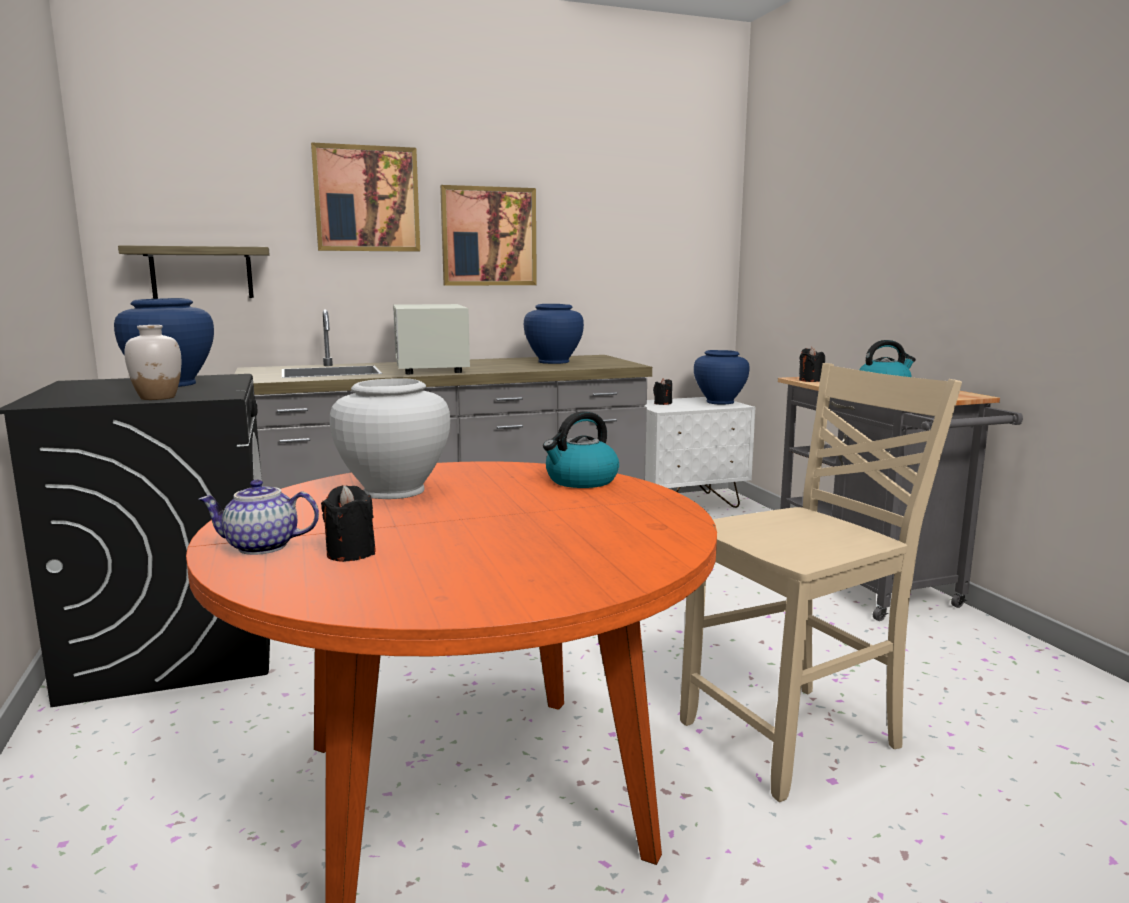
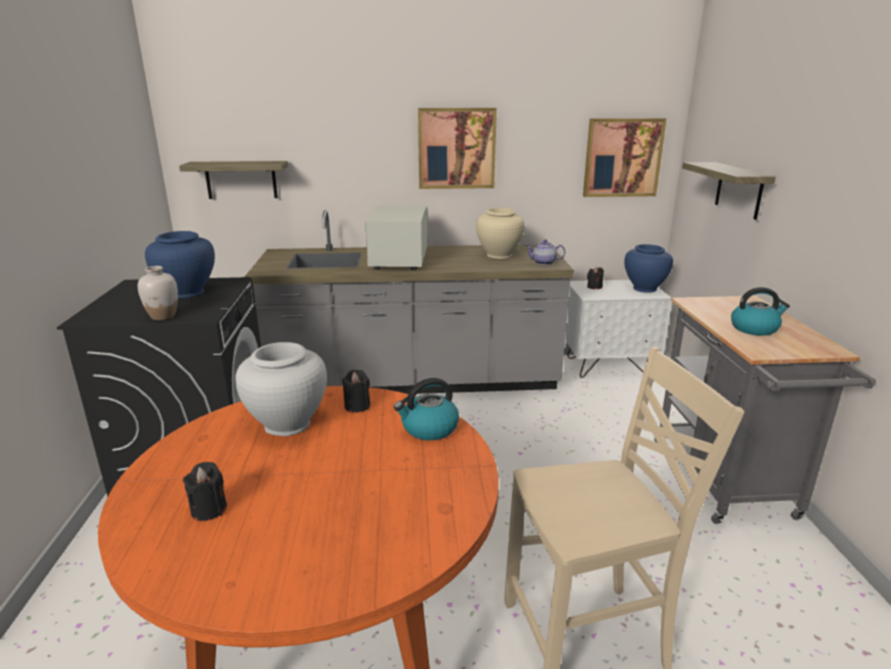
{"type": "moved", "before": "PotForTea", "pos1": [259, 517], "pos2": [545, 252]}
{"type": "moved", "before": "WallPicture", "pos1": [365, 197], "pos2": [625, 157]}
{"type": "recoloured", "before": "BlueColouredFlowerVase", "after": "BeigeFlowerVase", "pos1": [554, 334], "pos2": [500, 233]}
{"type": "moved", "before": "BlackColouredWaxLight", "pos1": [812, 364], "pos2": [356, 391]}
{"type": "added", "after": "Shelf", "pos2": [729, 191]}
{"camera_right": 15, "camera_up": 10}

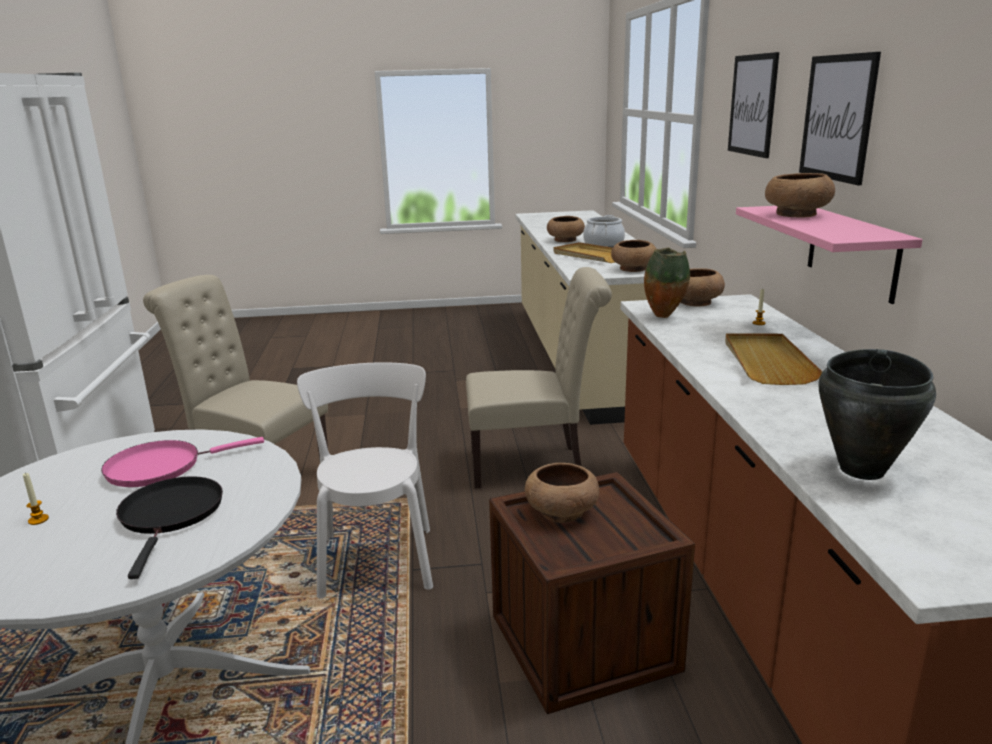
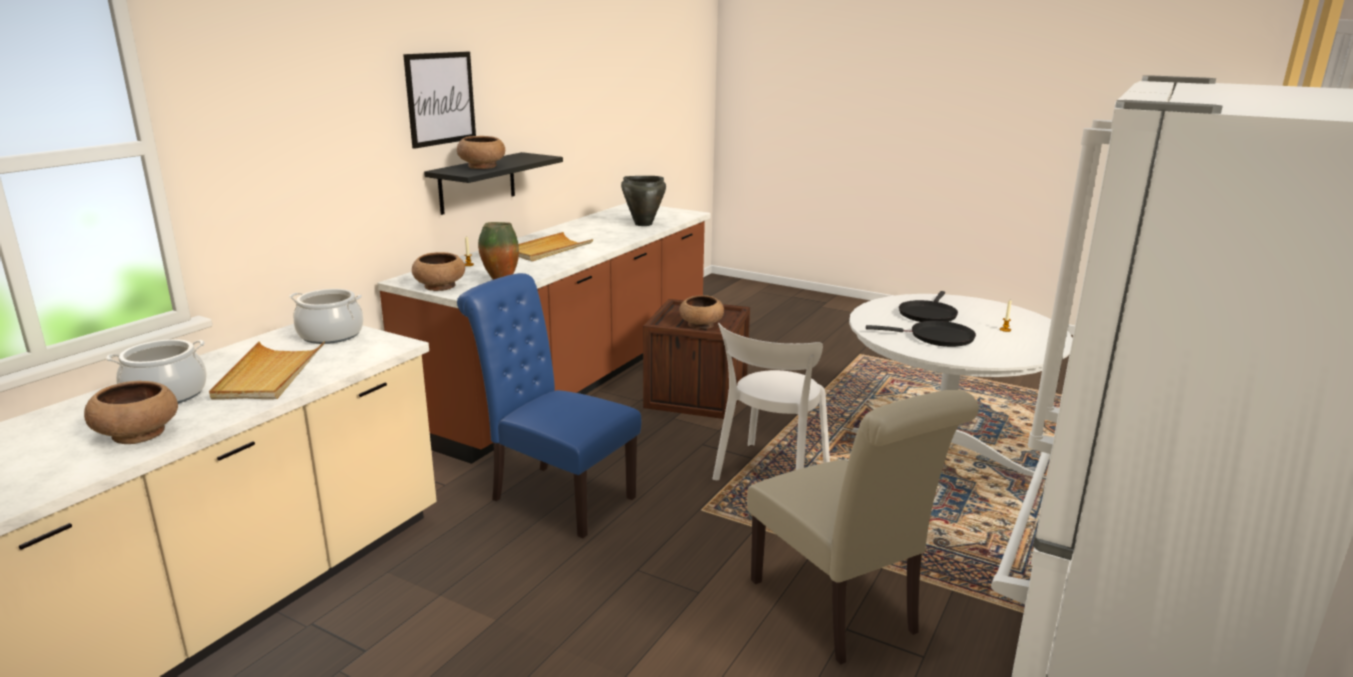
{"type": "recoloured", "before": "PinkSkillet", "after": "BlackColouredSkillet", "pos1": [182, 462], "pos2": [921, 334]}
{"type": "recoloured", "before": "BeigeUprightChair", "after": "BlueColouredUprightChair", "pos1": [539, 377], "pos2": [549, 405]}
{"type": "replaced", "before": "BrownishBowl", "after": "CookingPot", "pos1": [633, 256], "pos2": [326, 316]}
{"type": "removed", "before": "WallPicture", "pos1": [753, 105]}
{"type": "recoloured", "before": "PinkShelf", "after": "BlackColouredShelf", "pos1": [829, 255], "pos2": [493, 183]}
{"camera_right": -145, "camera_up": 0}

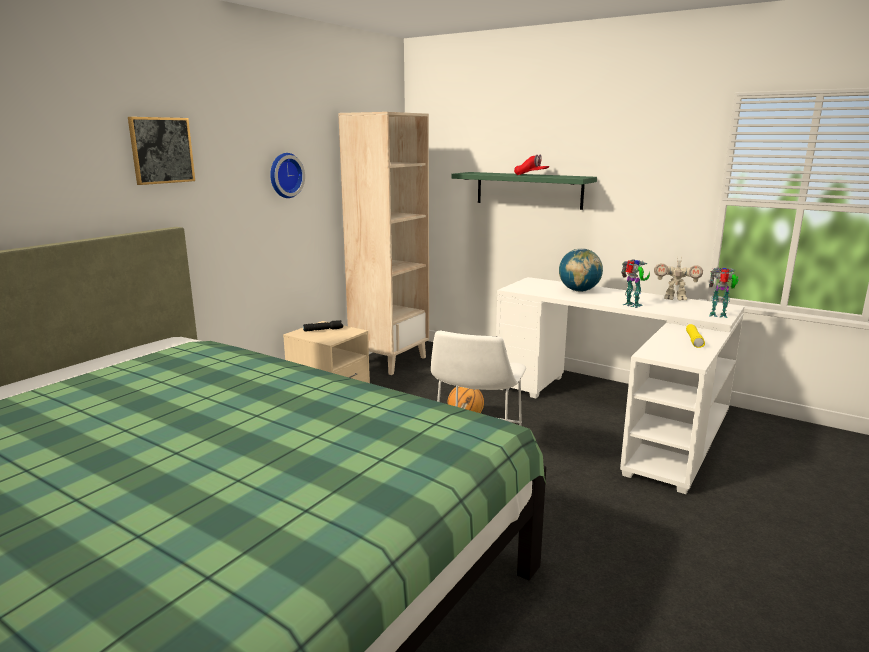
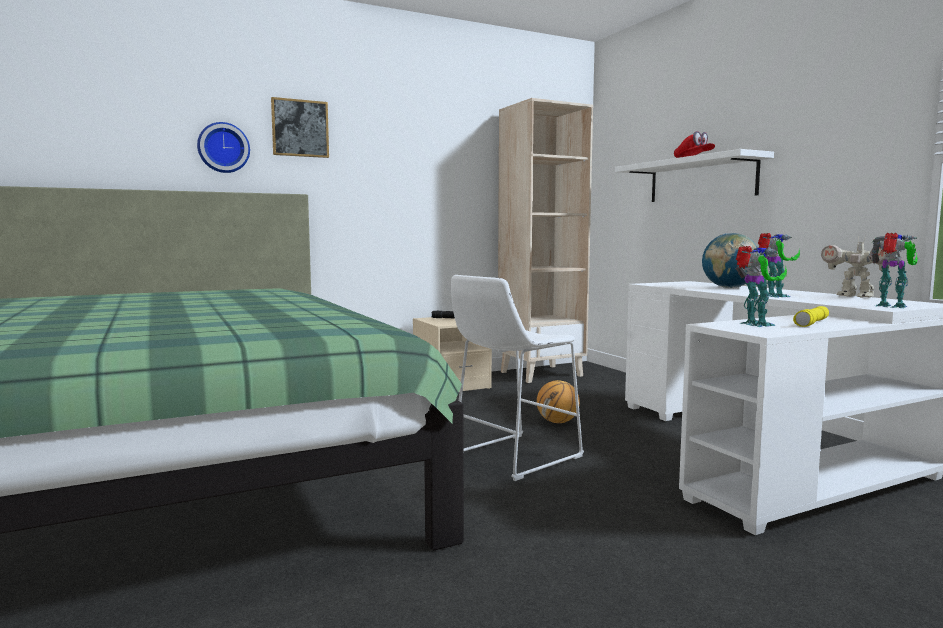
{"type": "moved", "before": "WallClock", "pos1": [287, 175], "pos2": [223, 147]}
{"type": "recoloured", "before": "GreenShelf", "after": "WhiteColouredShelf", "pos1": [524, 191], "pos2": [694, 175]}
{"type": "added", "after": "RobotFigure", "pos2": [761, 286]}
{"camera_right": 30, "camera_up": -10}

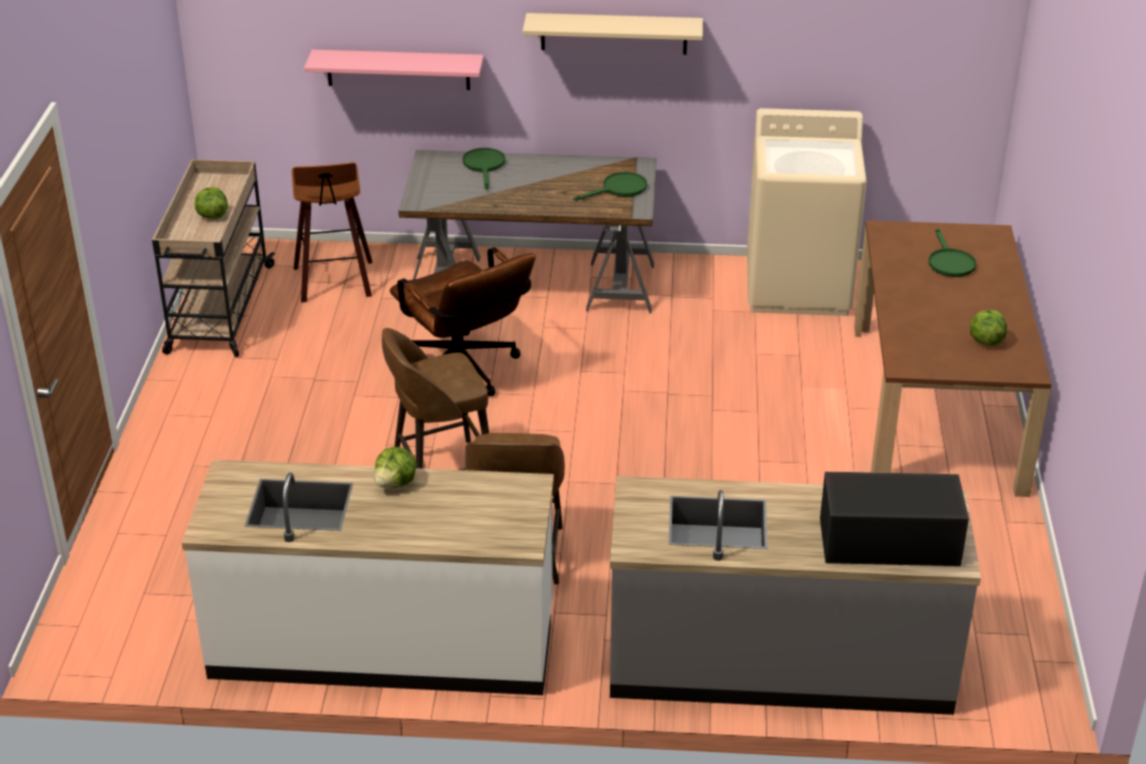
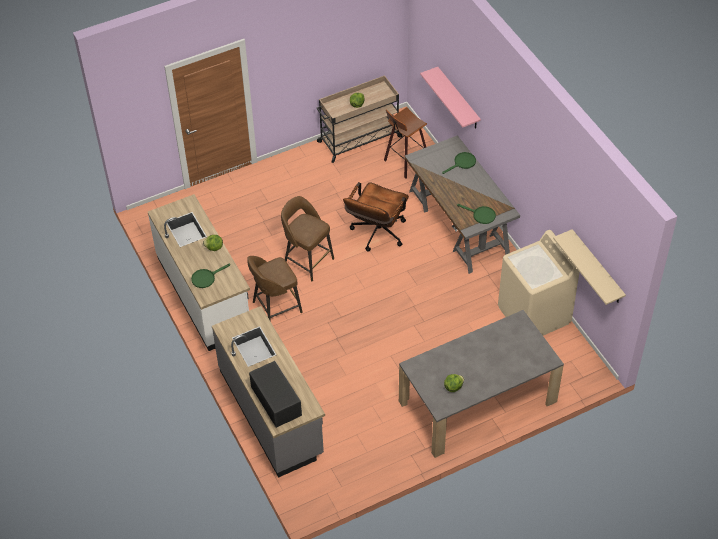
{"type": "moved", "before": "BeigeShelf", "pos1": [613, 34], "pos2": [589, 267]}
{"type": "recoloured", "before": "BrownishDiningTable", "after": "GreyDiningTable", "pos1": [953, 358], "pos2": [481, 384]}
{"type": "moved", "before": "GreenSkillet", "pos1": [952, 252], "pos2": [210, 276]}
{"camera_right": 60, "camera_up": 15}

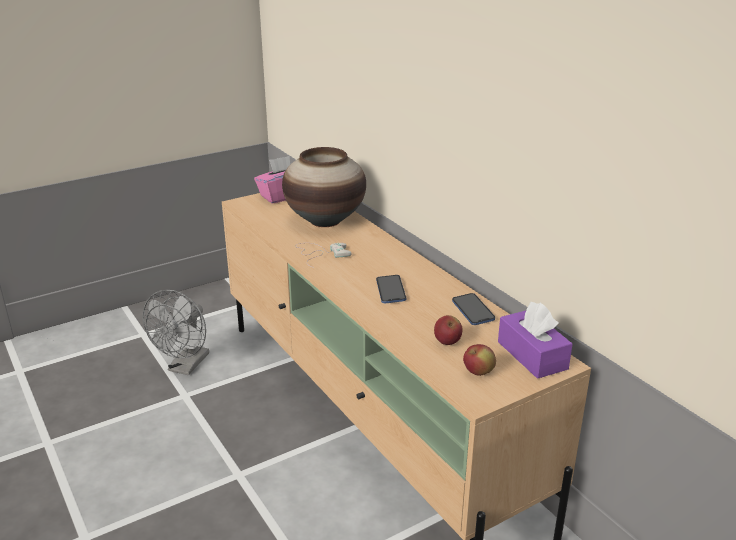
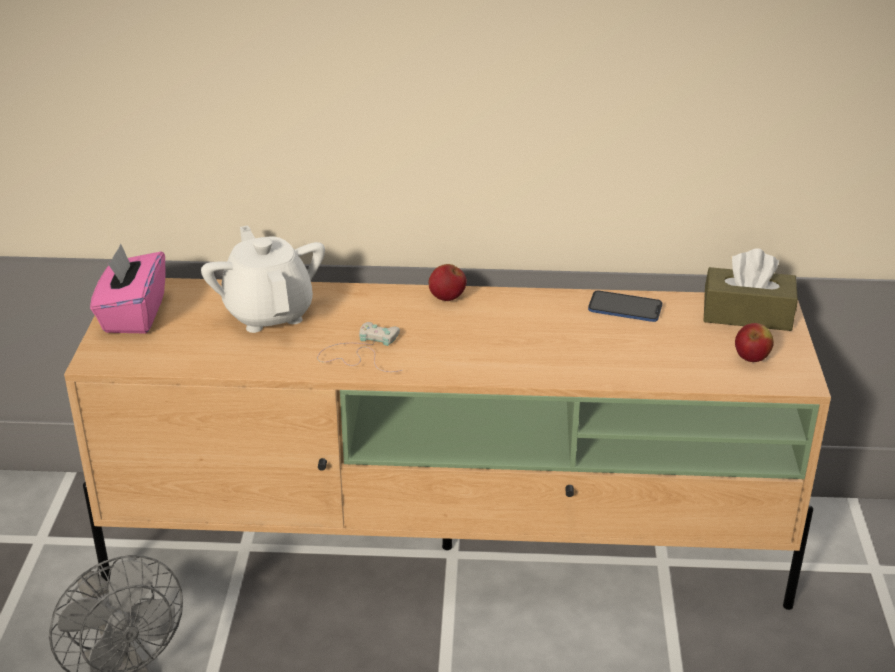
{"type": "replaced", "before": "FlowerVase", "after": "WhiteColouredPotForTea", "pos1": [324, 187], "pos2": [263, 279]}
{"type": "removed", "before": "Phone", "pos1": [391, 289]}
{"type": "moved", "before": "Apple", "pos1": [448, 330], "pos2": [448, 282]}
{"type": "recoloured", "before": "PurpleColouredTissueBox", "after": "BrownishTissueBox", "pos1": [535, 340], "pos2": [751, 289]}
{"camera_right": -55, "camera_up": 5}

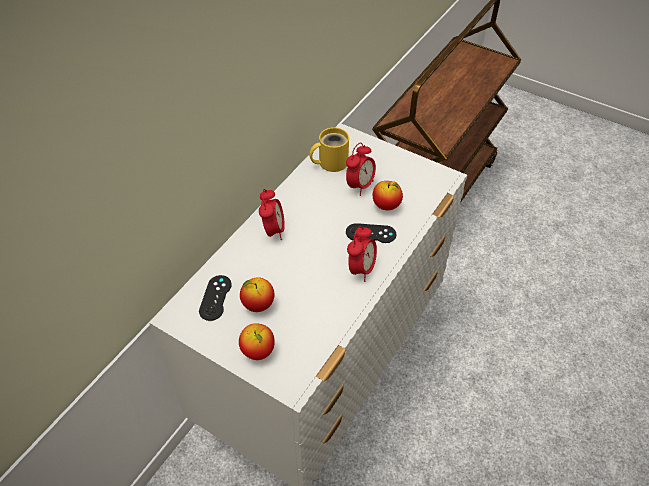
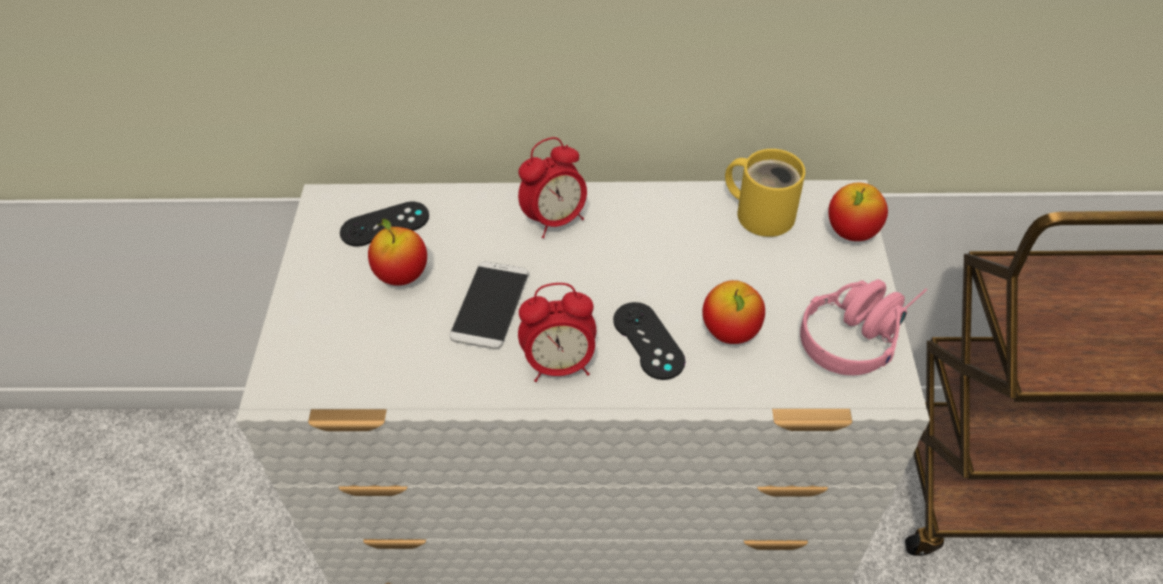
{"type": "moved", "before": "Apple", "pos1": [257, 341], "pos2": [858, 212]}
{"type": "removed", "before": "AlarmClock", "pos1": [361, 169]}
{"type": "added", "after": "Phone", "pos2": [489, 305]}
{"type": "added", "after": "PinkPairOfHeadphones", "pos2": [863, 327]}
{"camera_right": 60, "camera_up": 0}

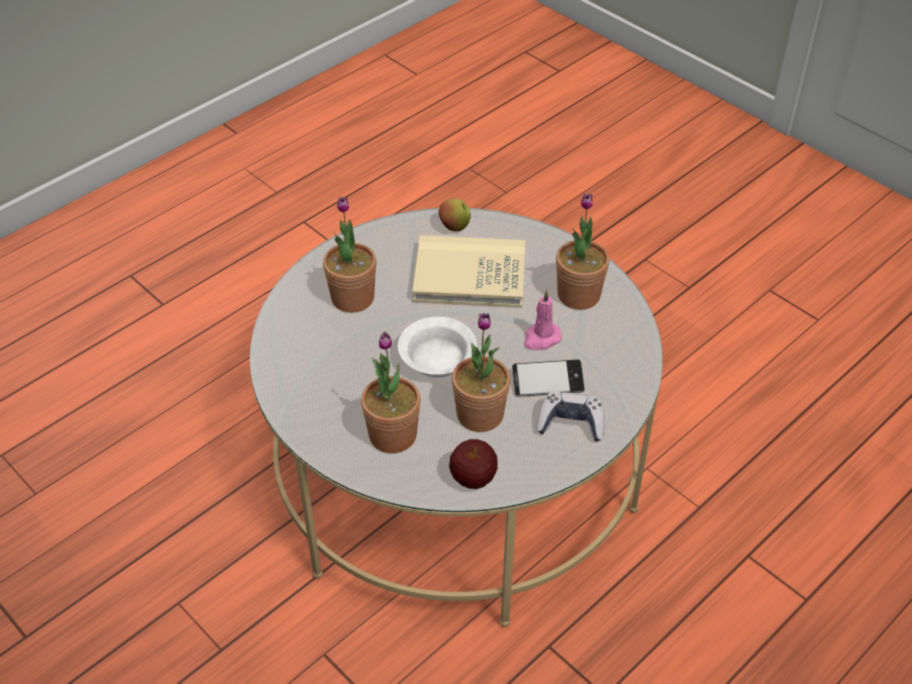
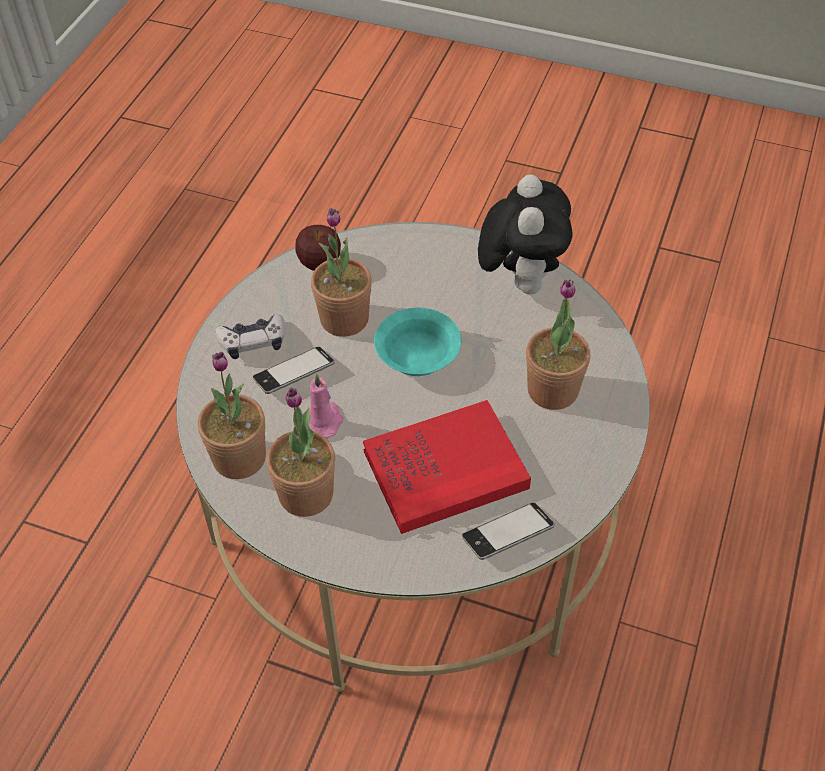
{"type": "moved", "before": "PlantInAPot", "pos1": [391, 392], "pos2": [232, 415]}
{"type": "recoloured", "before": "WhiteColouredBowl", "after": "TurquoiseBowl", "pos1": [437, 347], "pos2": [417, 342]}
{"type": "recoloured", "before": "BeigeBoundBook", "after": "RedBoundBook", "pos1": [468, 271], "pos2": [447, 467]}
{"type": "replaced", "before": "Apple", "after": "Phone", "pos1": [455, 214], "pos2": [508, 531]}
{"type": "added", "after": "SoftToy", "pos2": [525, 234]}
{"camera_right": 155, "camera_up": 5}

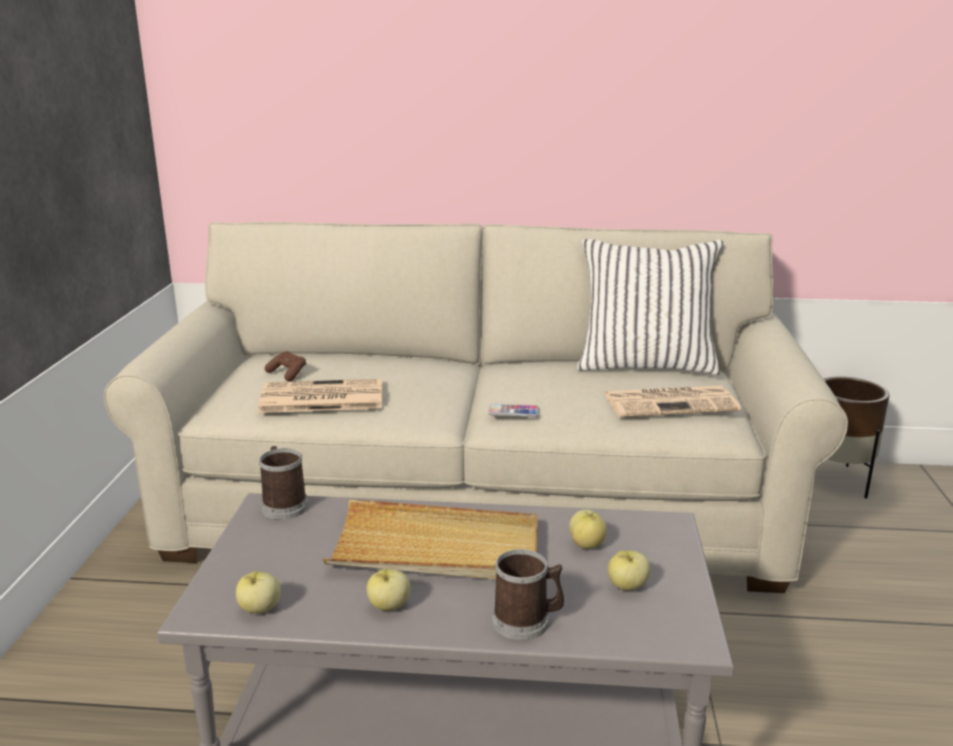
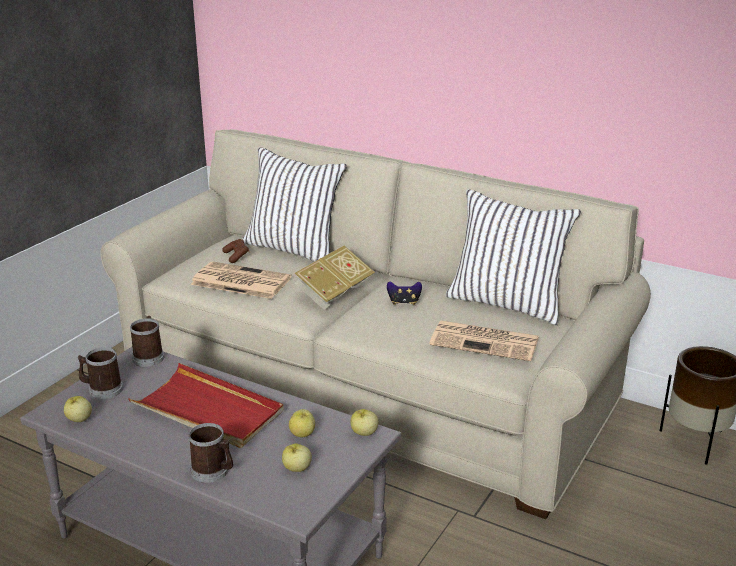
{"type": "recoloured", "before": "BeigeTray", "after": "RedTray", "pos1": [430, 539], "pos2": [206, 405]}
{"type": "moved", "before": "Apple", "pos1": [388, 590], "pos2": [364, 422]}
{"type": "removed", "before": "Phone", "pos1": [513, 410]}
{"type": "added", "after": "Mug", "pos2": [100, 373]}
{"type": "added", "after": "WhiteColouredCushion", "pos2": [294, 204]}
{"type": "added", "after": "BoundBook", "pos2": [335, 278]}
{"type": "added", "after": "Gamepad", "pos2": [404, 293]}
{"camera_right": 25, "camera_up": 5}

